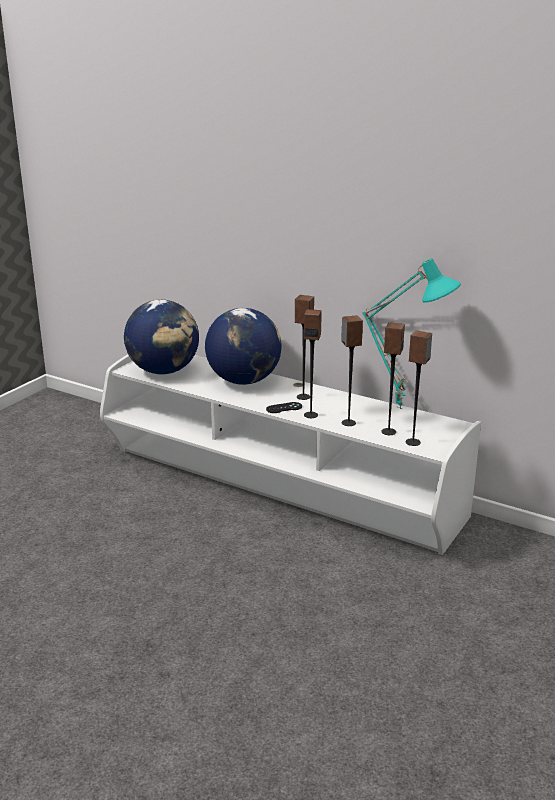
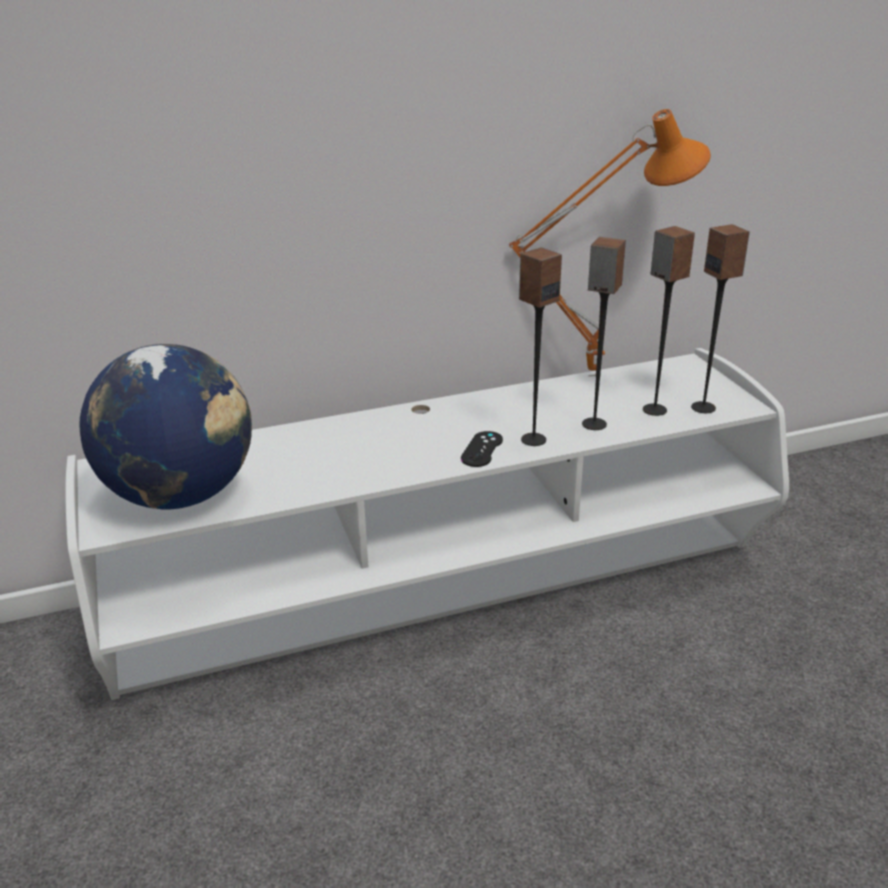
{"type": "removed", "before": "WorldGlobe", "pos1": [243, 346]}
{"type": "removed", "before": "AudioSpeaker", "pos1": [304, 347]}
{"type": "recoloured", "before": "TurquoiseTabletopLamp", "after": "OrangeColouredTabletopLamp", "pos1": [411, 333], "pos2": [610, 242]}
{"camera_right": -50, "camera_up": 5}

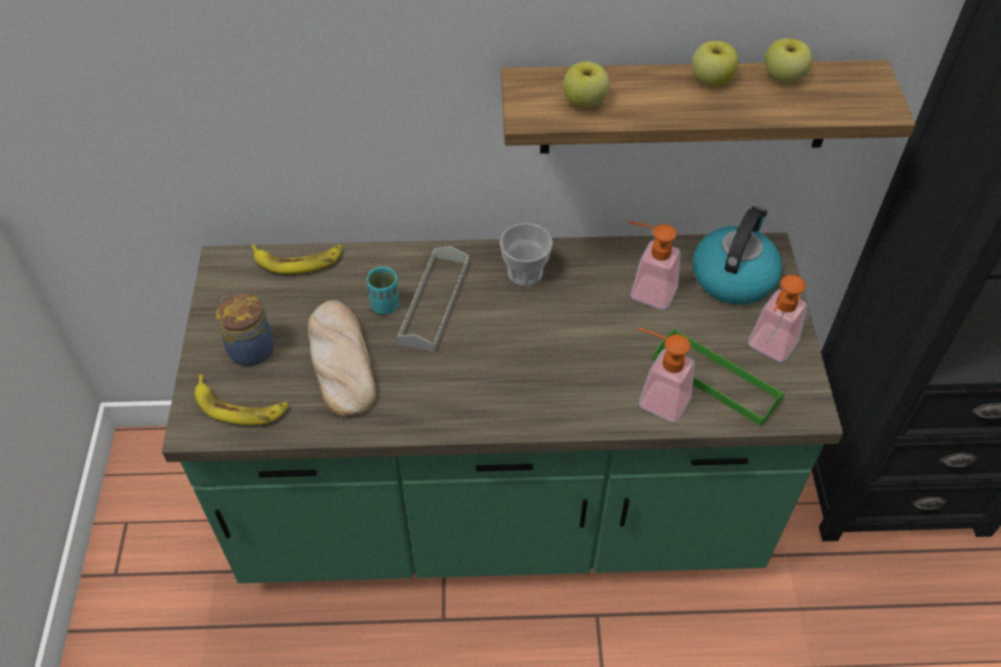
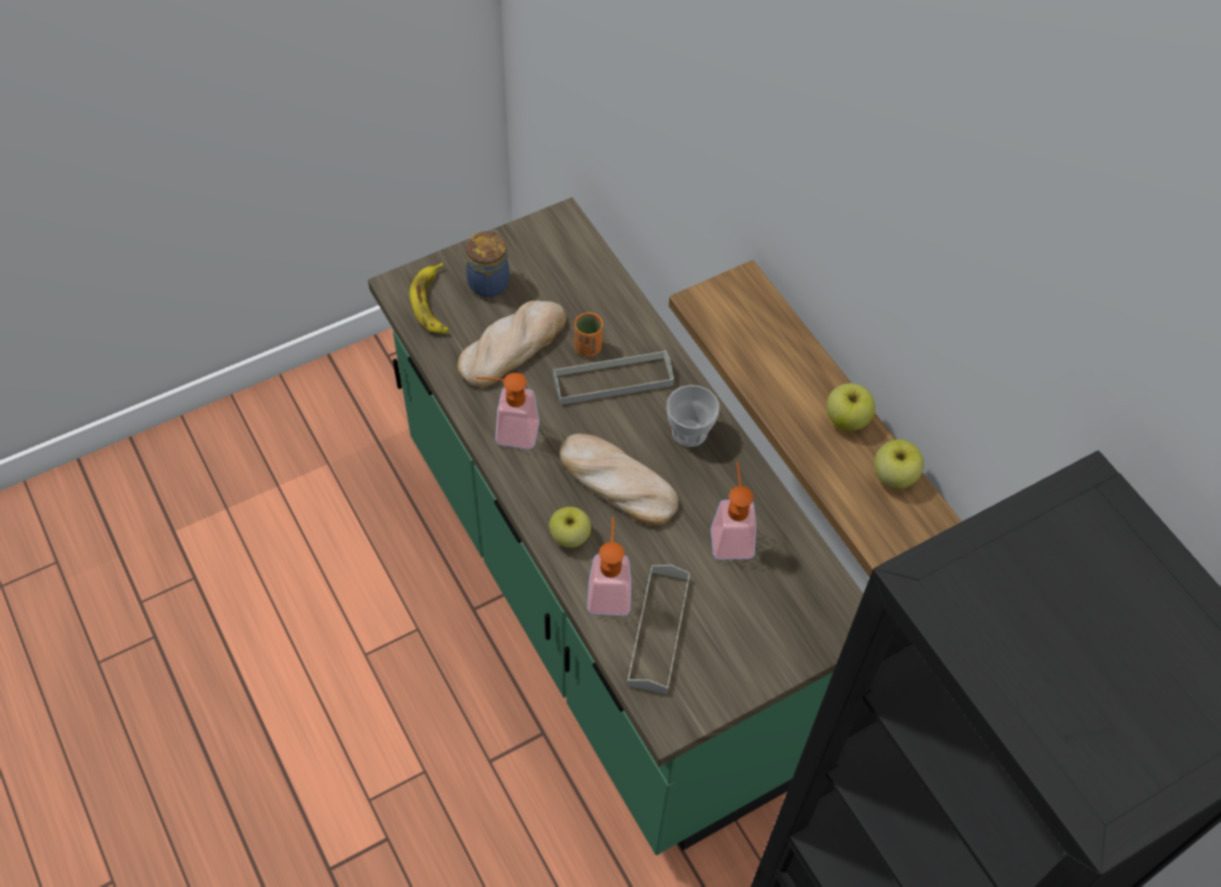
{"type": "removed", "before": "BananaFruit", "pos1": [296, 259]}
{"type": "recoloured", "before": "TurquoiseDrinkingCup", "after": "OrangeColouredDrinkingCup", "pos1": [383, 290], "pos2": [588, 334]}
{"type": "moved", "before": "Apple", "pos1": [586, 85], "pos2": [570, 527]}
{"type": "recoloured", "before": "GreenTray", "after": "GreyTray", "pos1": [718, 377], "pos2": [658, 629]}
{"type": "removed", "before": "TeaKettle", "pos1": [737, 255]}
{"type": "moved", "before": "LiquidSoapBottle", "pos1": [777, 318], "pos2": [508, 411]}
{"type": "added", "after": "Bread", "pos2": [619, 480]}
{"camera_right": 60, "camera_up": 5}

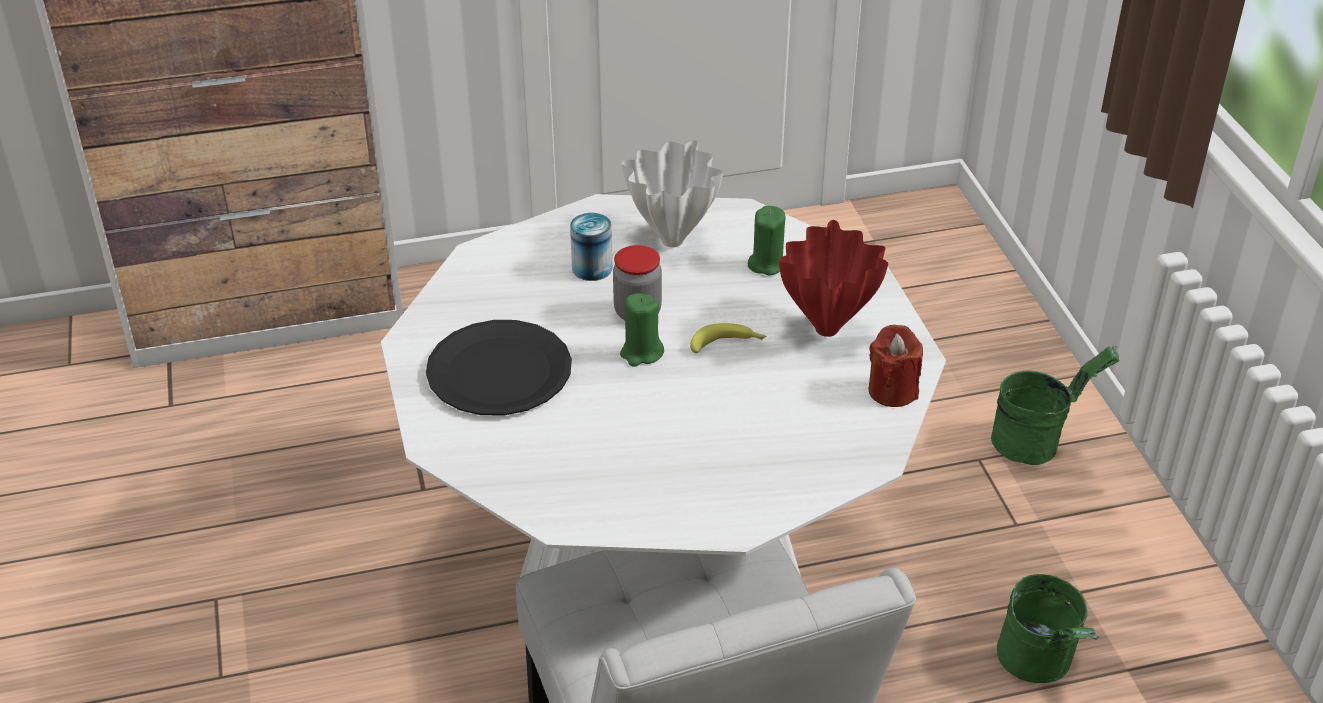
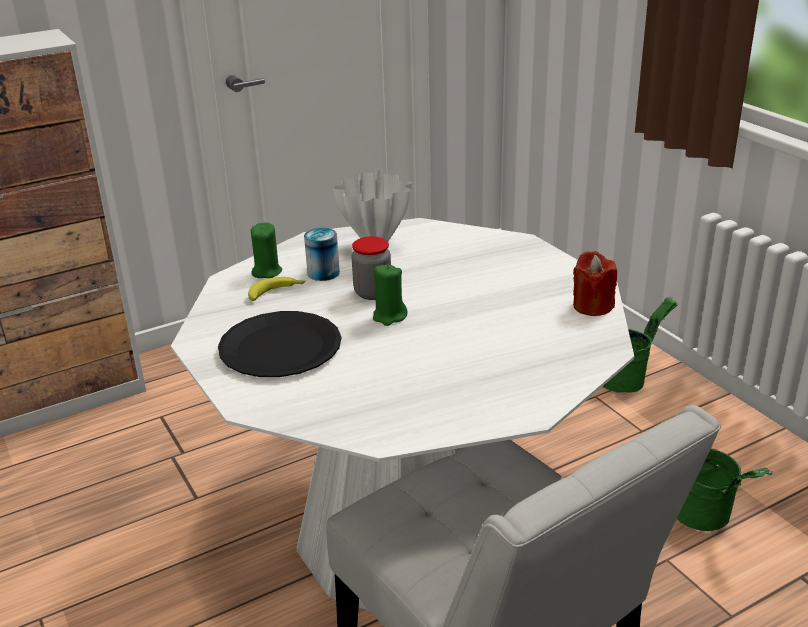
{"type": "moved", "before": "BananaFruit", "pos1": [728, 338], "pos2": [277, 289]}
{"type": "moved", "before": "GreenWaxLight", "pos1": [767, 240], "pos2": [266, 250]}
{"type": "removed", "before": "RedFlowerVase", "pos1": [833, 278]}
{"camera_right": -15, "camera_up": -10}

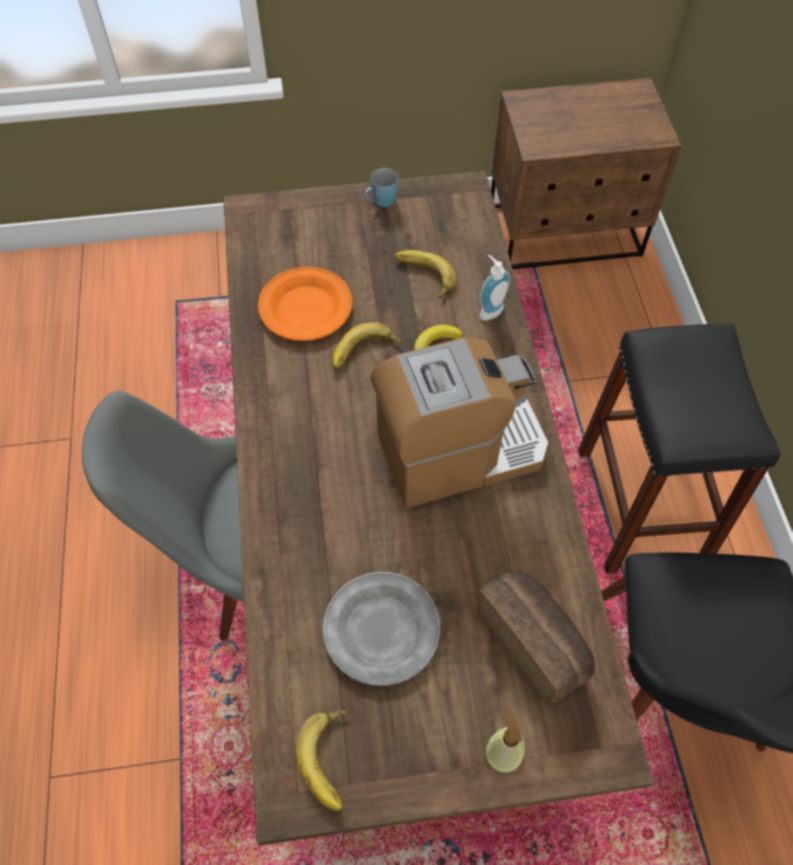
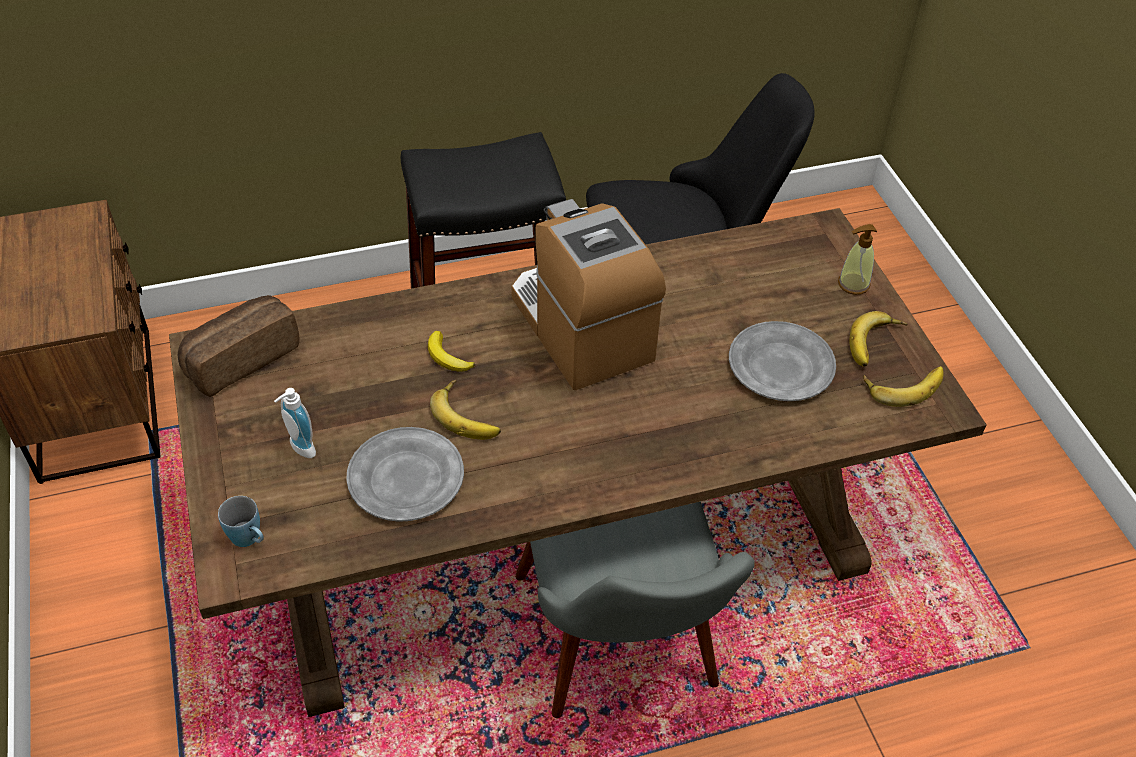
{"type": "recoloured", "before": "OrangeColouredPlate", "after": "GreyPlate", "pos1": [305, 304], "pos2": [405, 474]}
{"type": "moved", "before": "BlueColouredMug", "pos1": [381, 187], "pos2": [241, 521]}
{"type": "moved", "before": "BananaFruit", "pos1": [425, 274], "pos2": [879, 339]}
{"type": "moved", "before": "Bread", "pos1": [536, 637], "pos2": [238, 346]}
{"type": "moved", "before": "LiquidSoapBottle", "pos1": [495, 287], "pos2": [295, 423]}
{"camera_right": -100, "camera_up": -10}

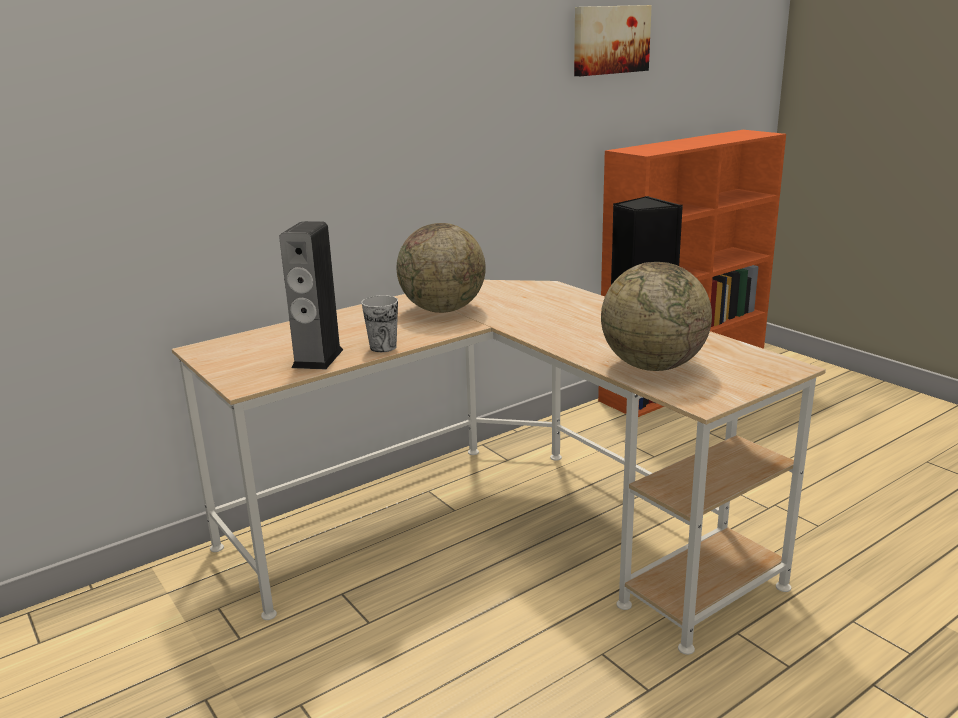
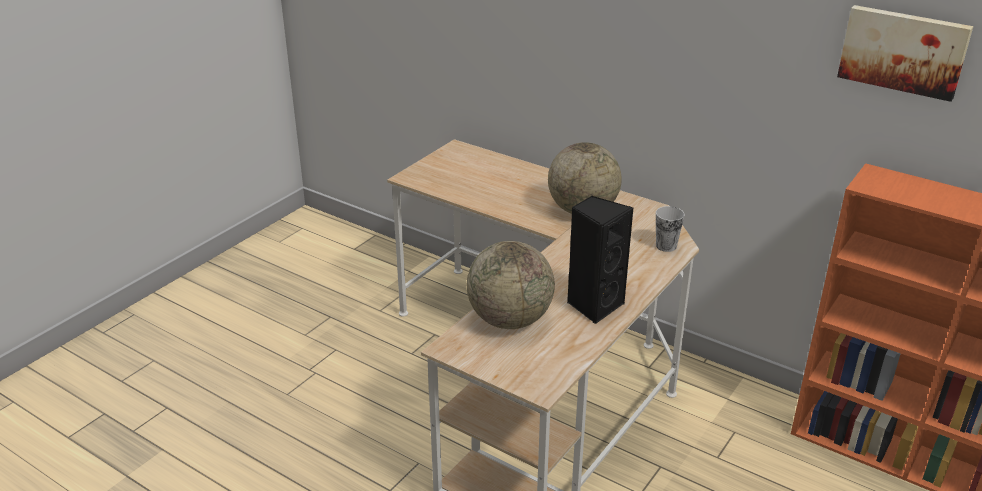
{"type": "removed", "before": "AudioSpeaker", "pos1": [311, 295]}
{"type": "moved", "before": "DrinkingCup", "pos1": [379, 323], "pos2": [670, 229]}
{"camera_right": 70, "camera_up": 10}

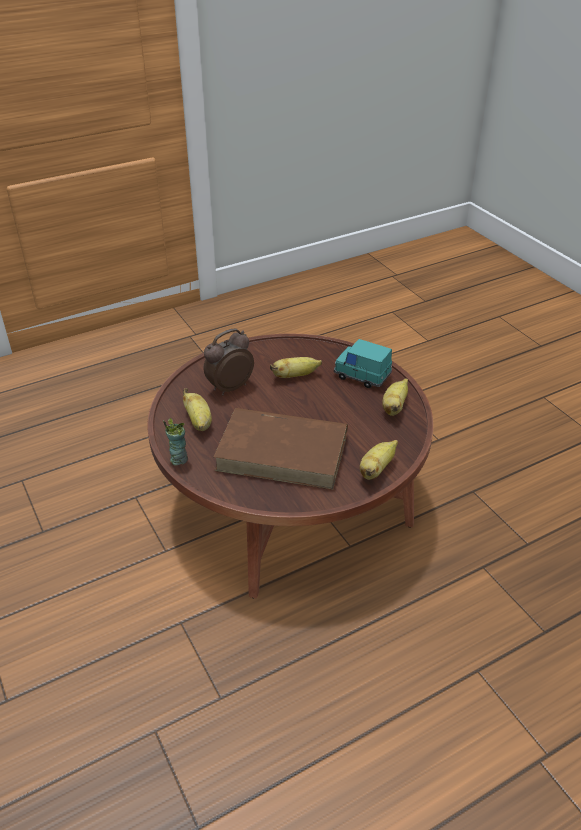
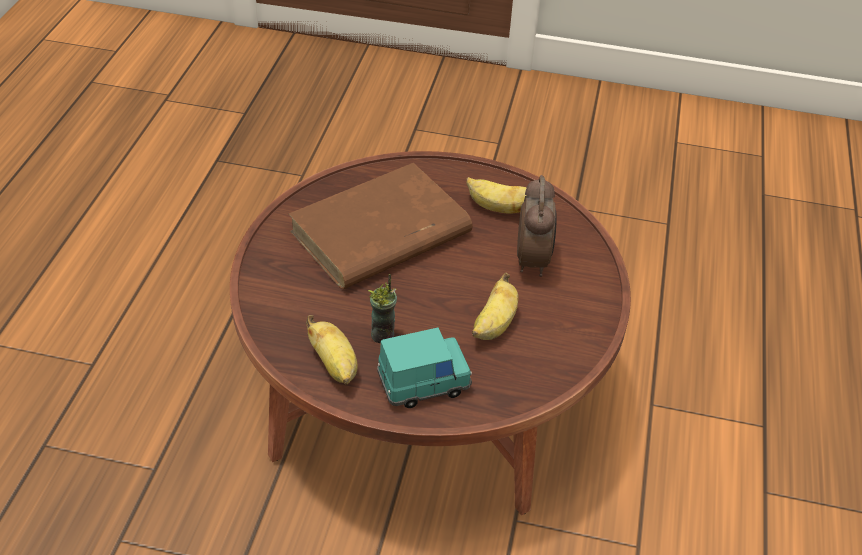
{"type": "moved", "before": "DrinkingCup", "pos1": [175, 442], "pos2": [382, 308]}
{"type": "removed", "before": "BananaFruit", "pos1": [379, 460]}
{"camera_right": 130, "camera_up": 5}

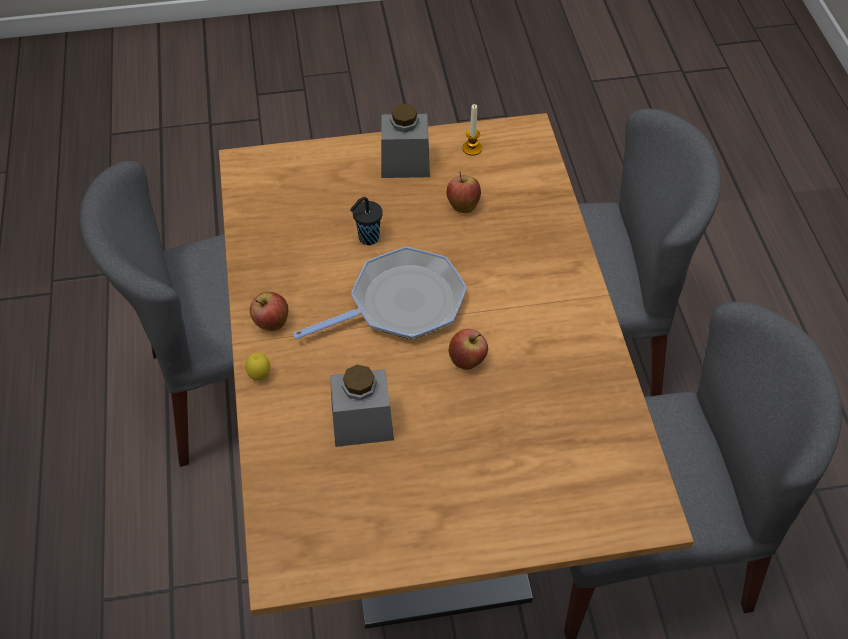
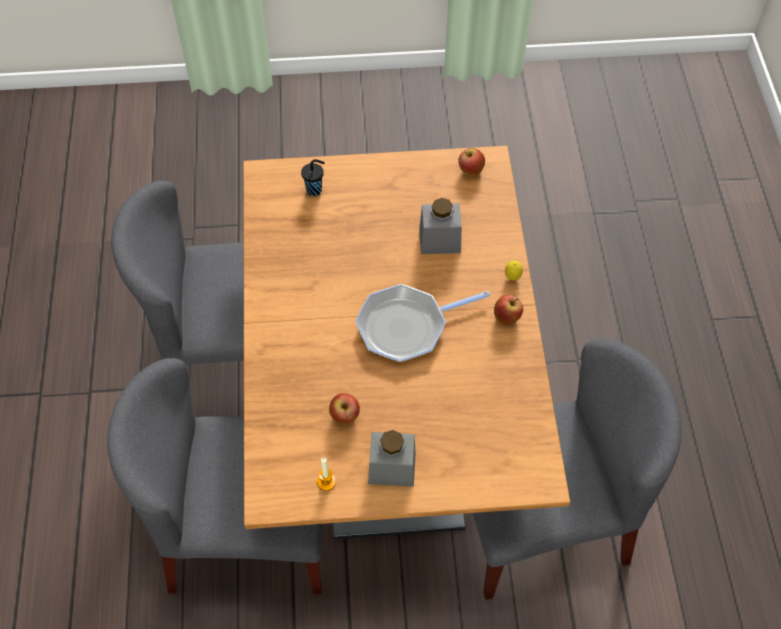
{"type": "moved", "before": "BlackColouredDrinkingCup", "pos1": [366, 221], "pos2": [313, 177]}
{"type": "moved", "before": "Apple", "pos1": [468, 349], "pos2": [471, 162]}
{"camera_right": -175, "camera_up": 5}

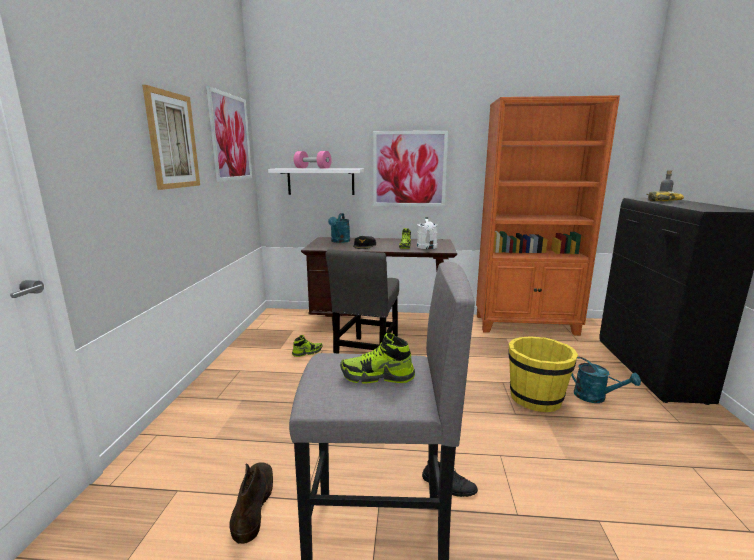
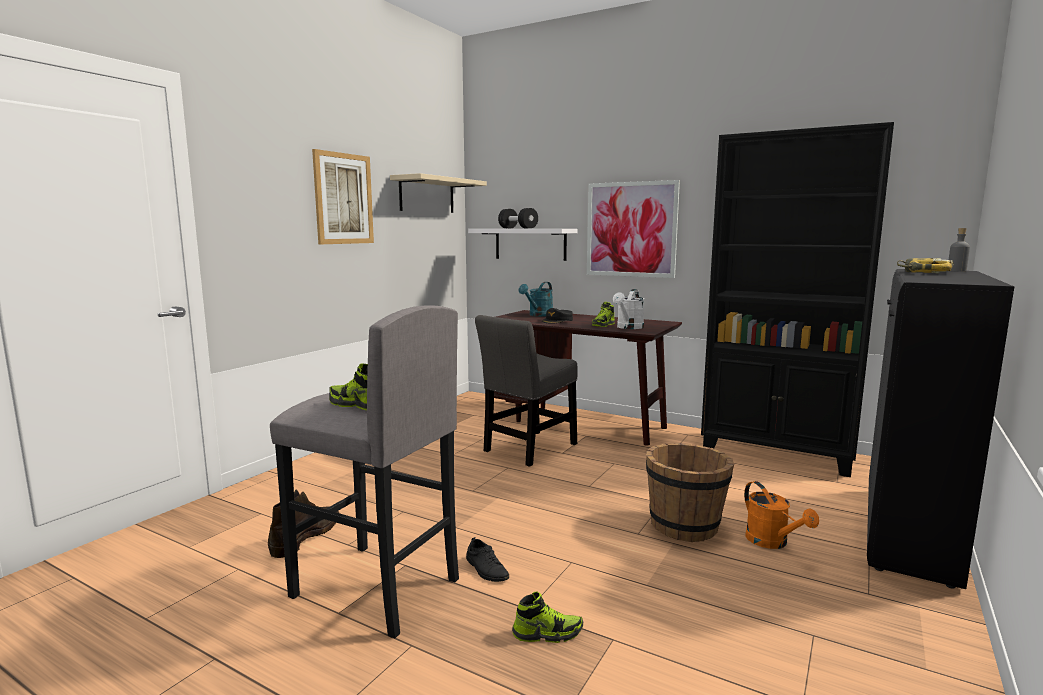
{"type": "replaced", "before": "WallPicture", "after": "BeigeShelf", "pos1": [229, 134], "pos2": [438, 193]}
{"type": "moved", "before": "LowShoe", "pos1": [307, 346], "pos2": [547, 617]}
{"type": "recoloured", "before": "PinkFreeWeight", "after": "BlackColouredFreeWeight", "pos1": [313, 160], "pos2": [518, 218]}
{"type": "recoloured", "before": "OrangeColouredShelvingUnit", "after": "BlackColouredShelvingUnit", "pos1": [548, 215], "pos2": [797, 299]}
{"type": "recoloured", "before": "YellowishWaterBucket", "after": "BrownishWaterBucket", "pos1": [543, 374], "pos2": [690, 492]}
{"type": "recoloured", "before": "TurquoiseWateringCan", "after": "OrangeColouredWateringCan", "pos1": [606, 380], "pos2": [781, 515]}
{"camera_right": 25, "camera_up": -5}

